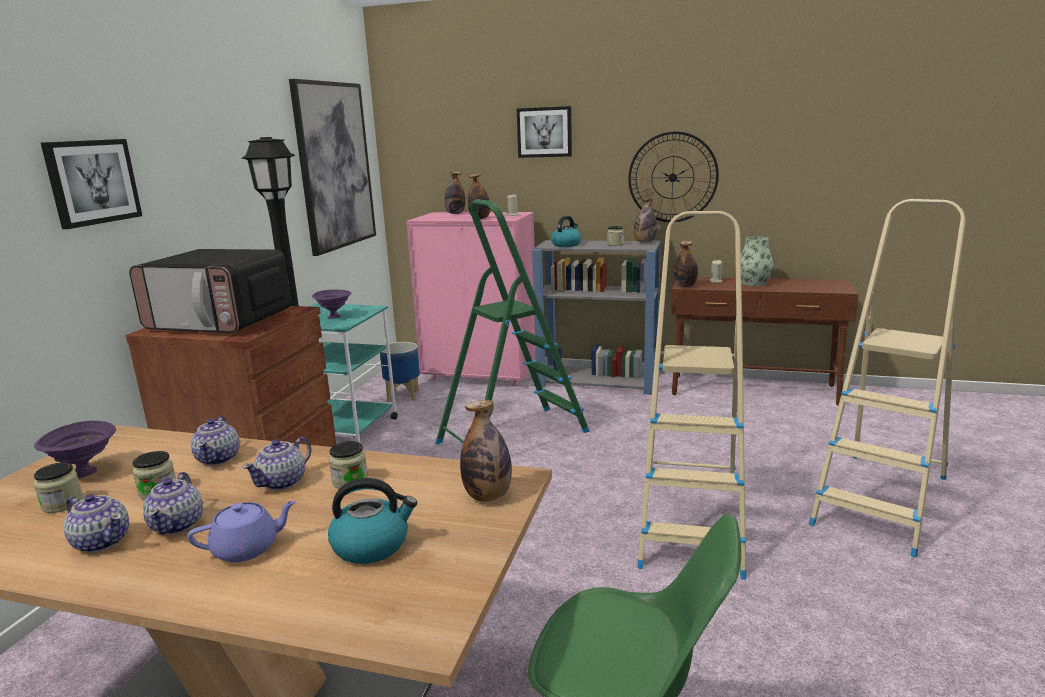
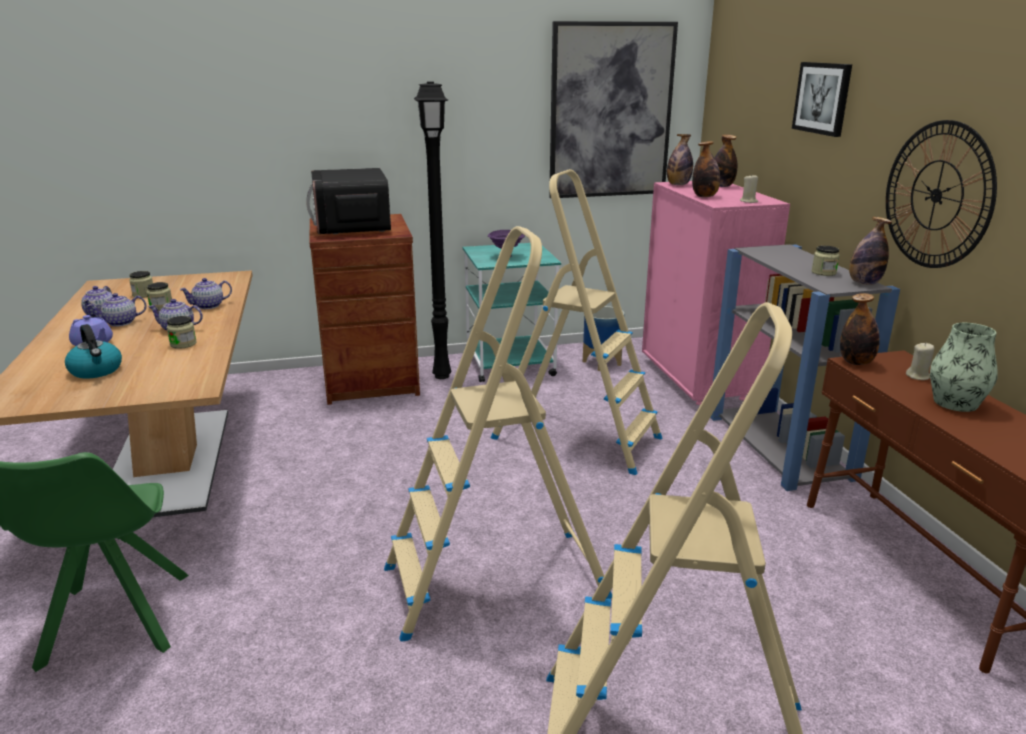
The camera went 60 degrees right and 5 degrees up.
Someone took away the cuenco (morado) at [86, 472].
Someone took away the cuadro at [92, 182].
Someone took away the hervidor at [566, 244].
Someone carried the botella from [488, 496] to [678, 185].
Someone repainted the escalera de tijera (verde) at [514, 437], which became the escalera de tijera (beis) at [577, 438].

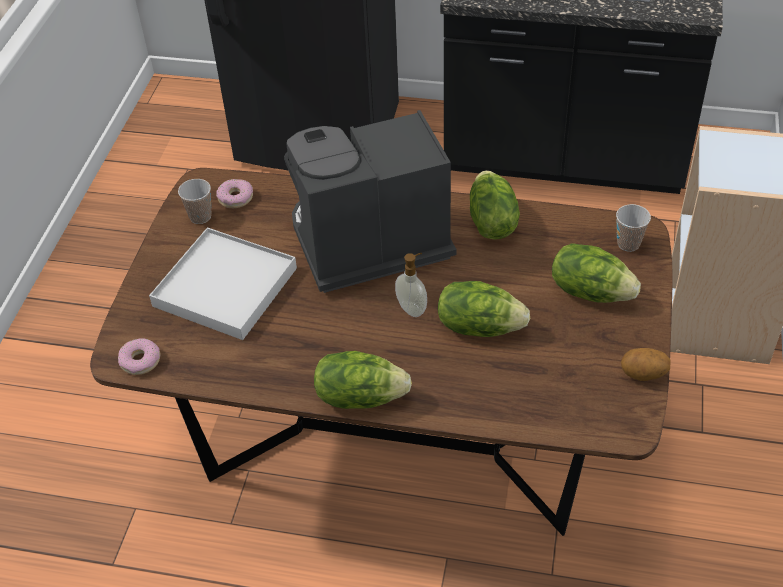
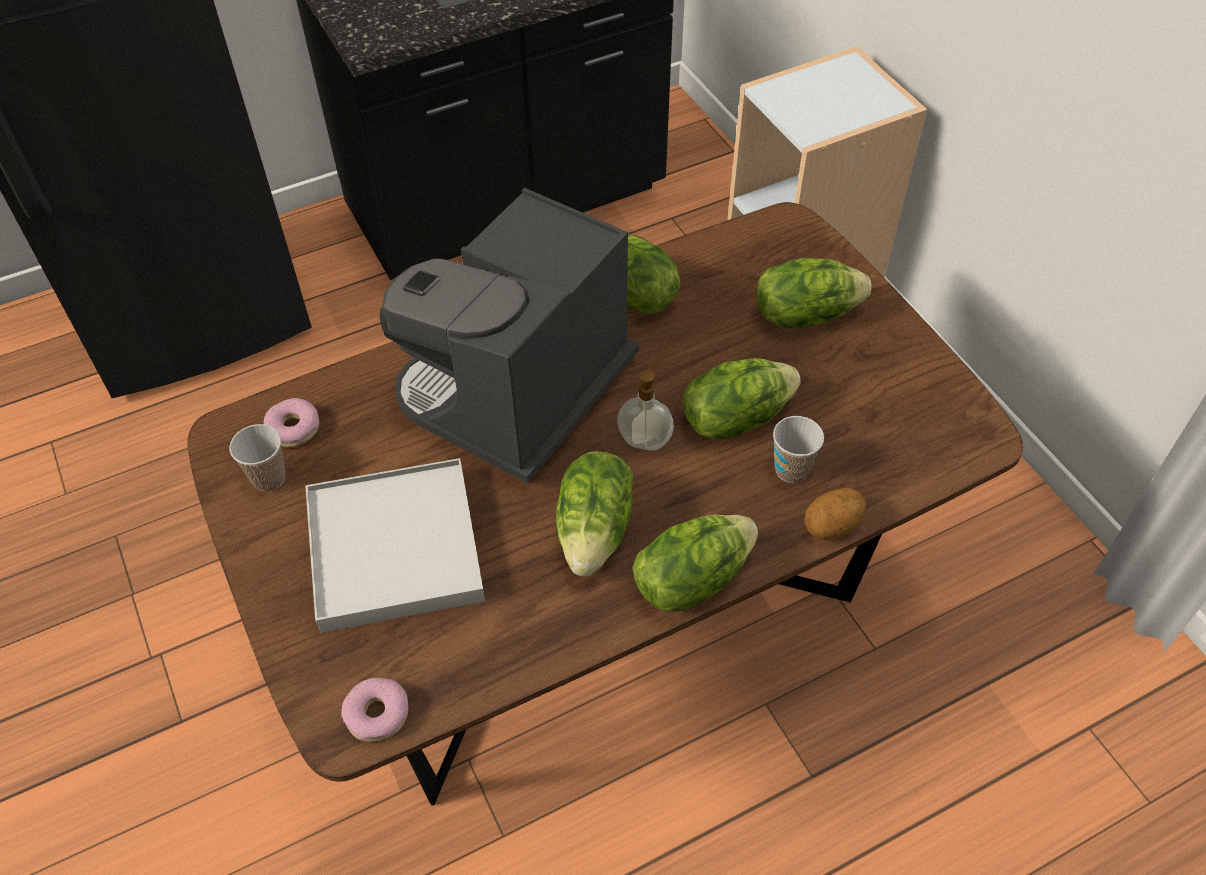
The camera went 40 degrees left and 5 degrees up.
Someone put down the lechuga at [596, 531].
Someone carried the taza from [628, 244] to [791, 470].
Someone carried the patata from [643, 375] to [832, 527].

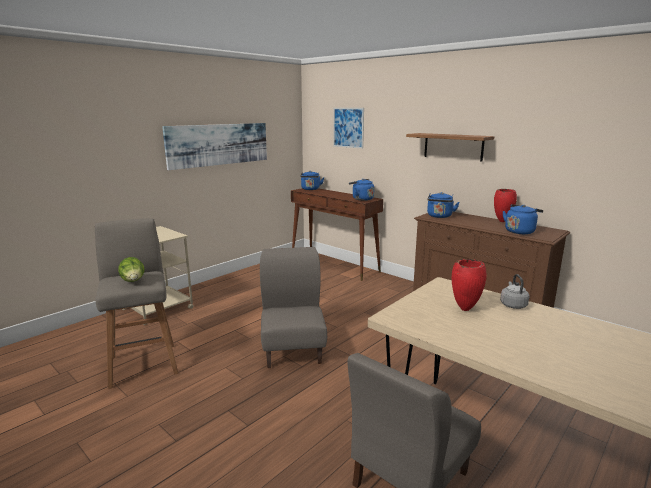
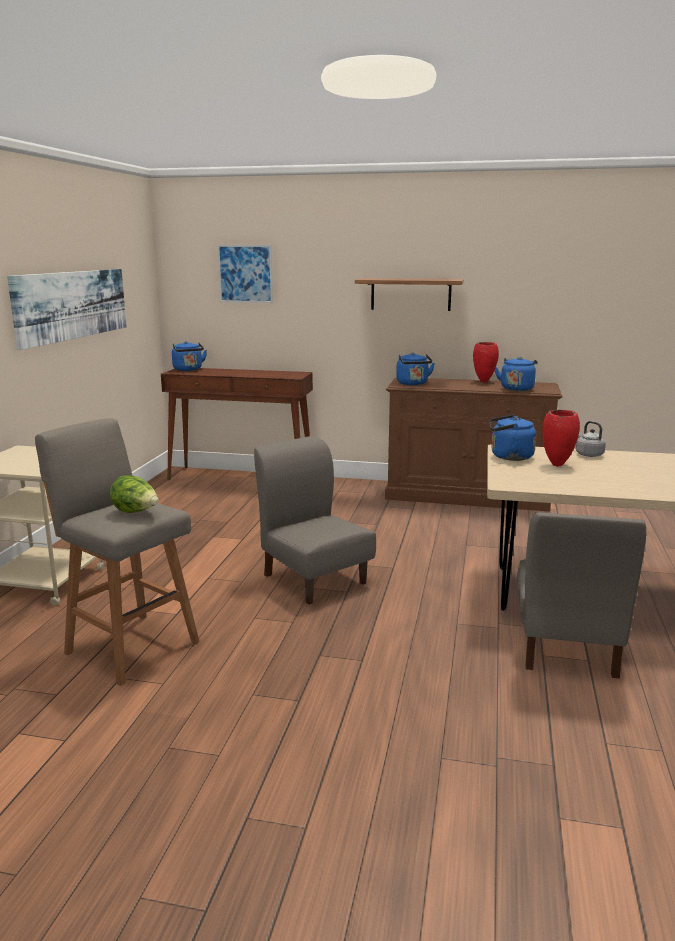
The camera went 30 degrees left and 0 degrees up.
Someone carried the hervidor (azul) from [361, 199] to [509, 457].

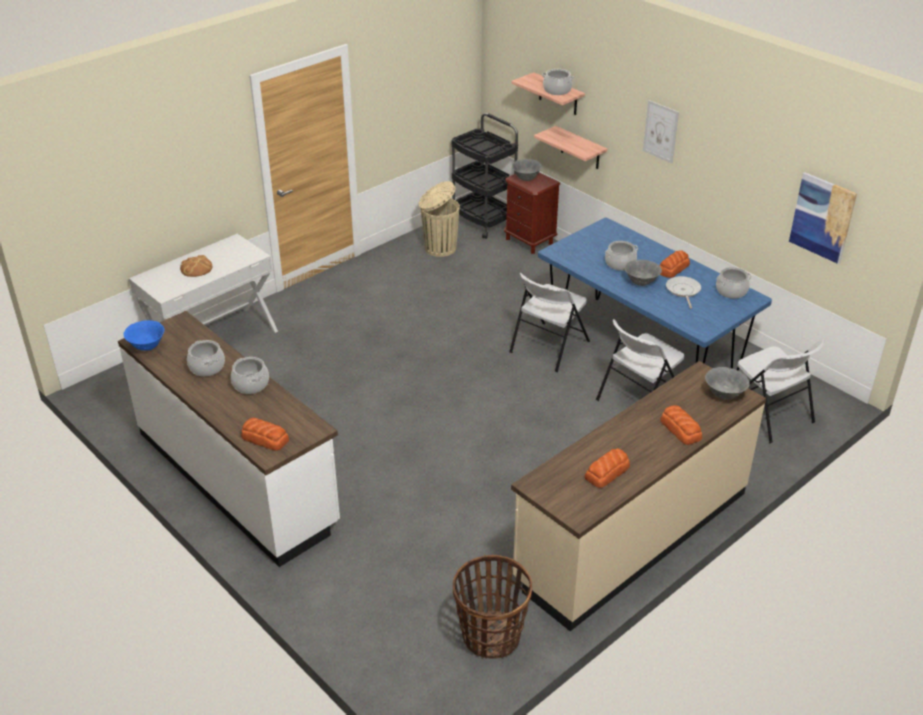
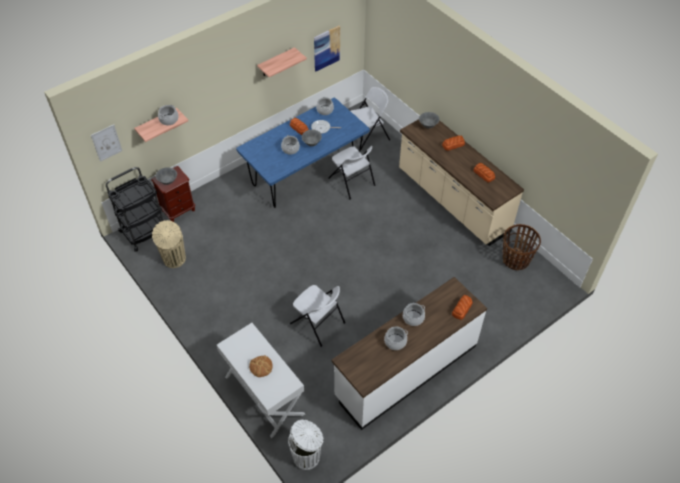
The camera went 85 degrees left and 15 degrees up.
Someone took away the cuenco (azul) at [147, 347].
Someone put down the papelera (blanco) at [307, 456].
Someone carried the silla (blanco) from [549, 346] to [317, 323].
Someone carried the estante from [580, 148] to [276, 62].
Someone carried the cuadro from [660, 131] to [106, 143].

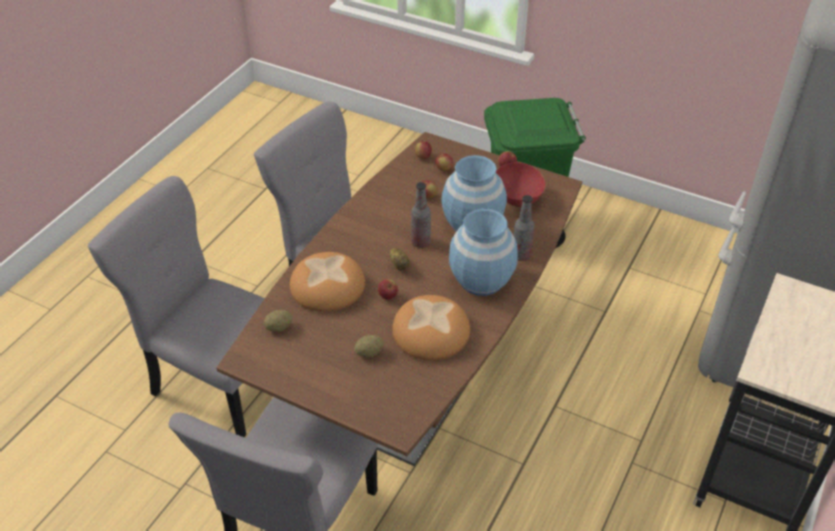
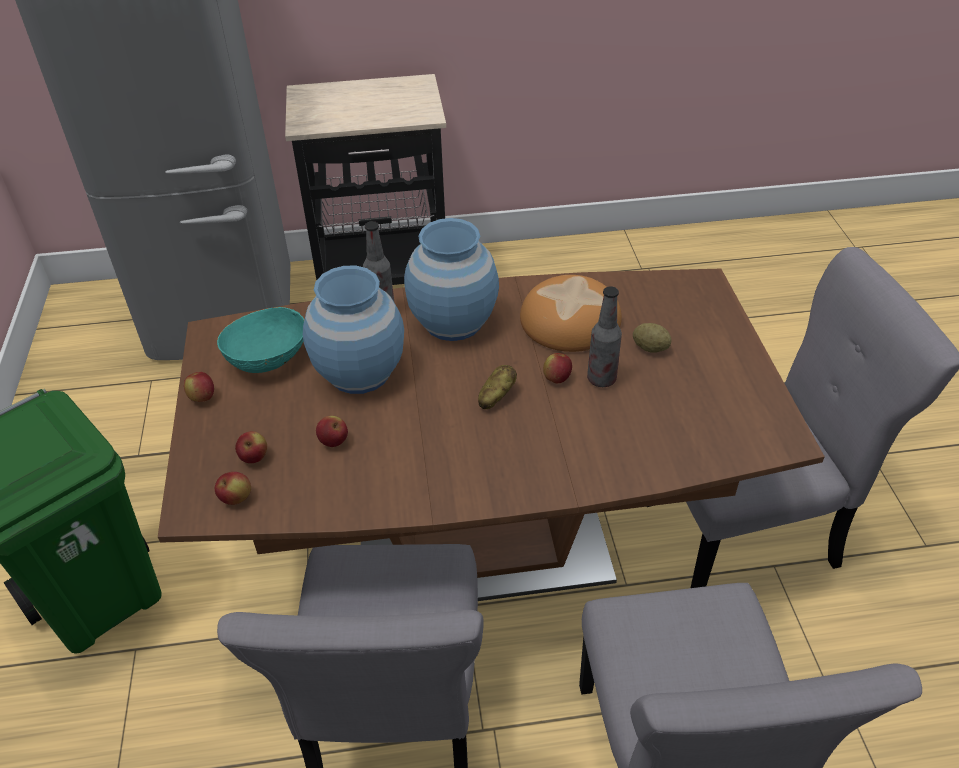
The camera went 125 degrees left and 0 degrees up.
Someone took away the patata at [279, 327].
Someone took away the pan at [328, 286].
Someone carried the botella from [420, 242] to [601, 379].
Someone repainted the cuenco (rojo) at [518, 197], which became the cuenco (turquesa) at [268, 358].

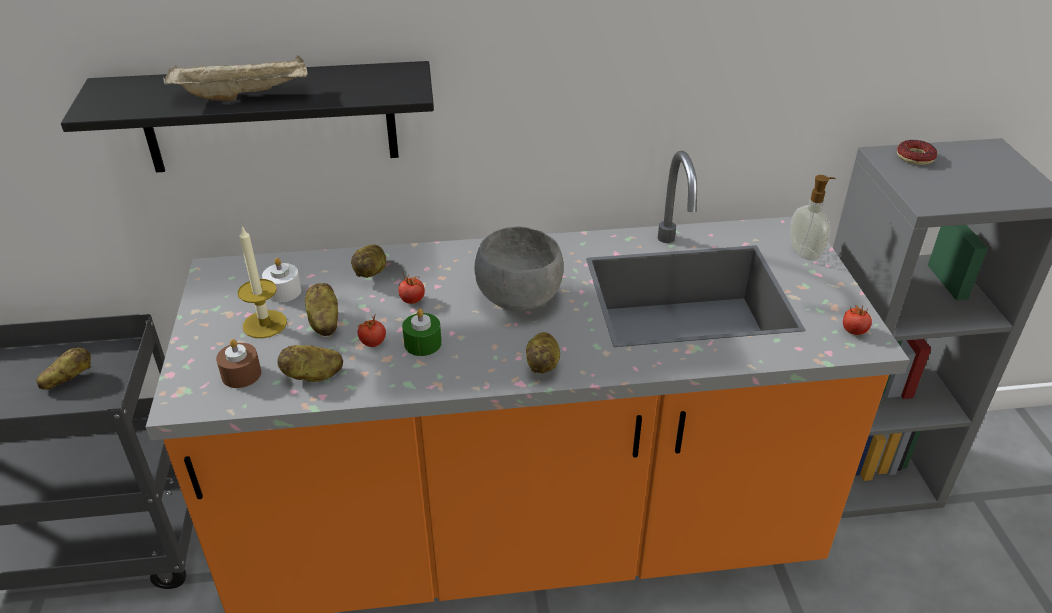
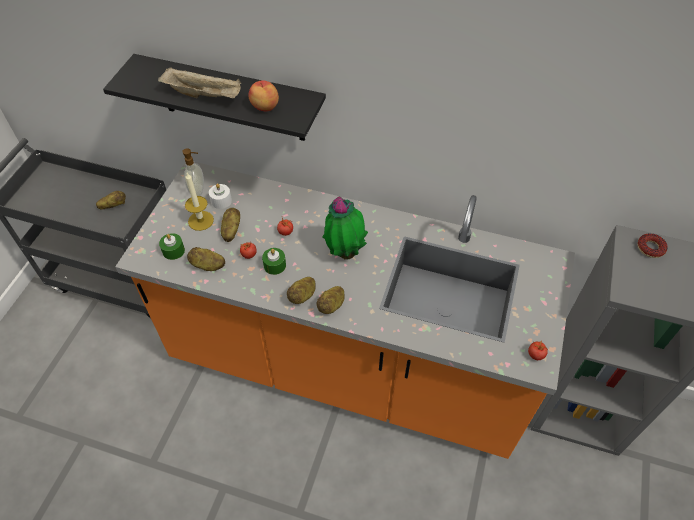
The camera went 25 degrees right and 15 degrees up.
Someone put down the manzana at [264, 107].
Someone carried the patata from [371, 272] to [303, 296].
Someone carried the dispensador de jabón from [805, 252] to [198, 190].
Someone swapped the cuenco (gris) at [518, 298] for the planta en maceta at [345, 252].
Someone repainted the vela (marrón) at [241, 374], which became the vela (verde) at [173, 251].

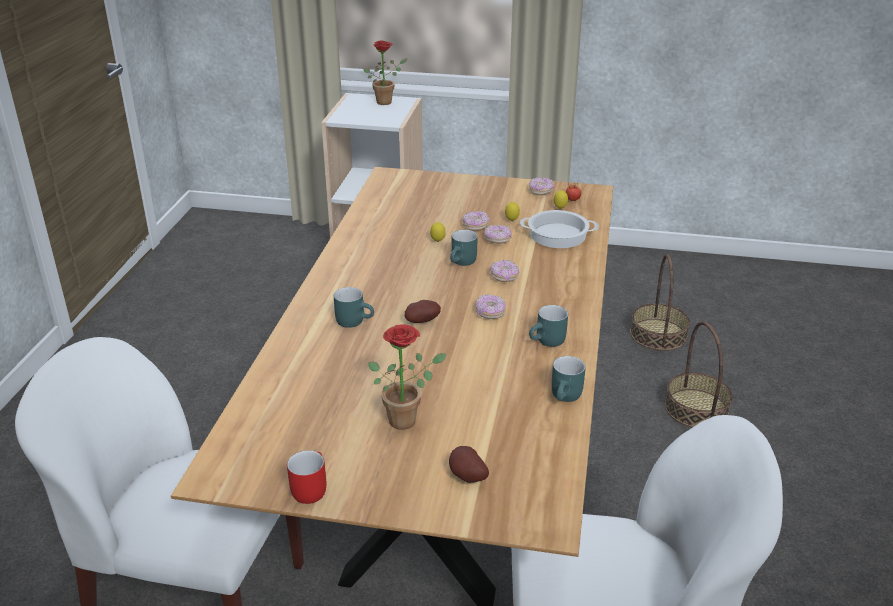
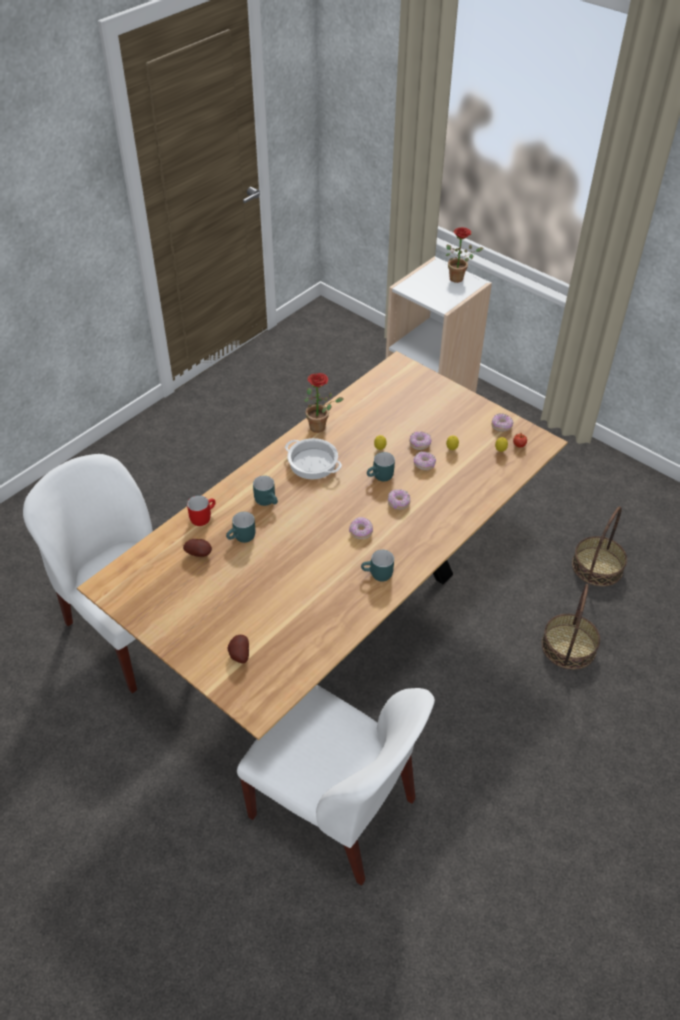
The camera went 30 degrees right and 15 degrees up.
Someone carried the taza grande (rojo) from [308, 488] to [202, 516].
Someone carried the planta en maceta from [407, 418] to [321, 427].
Someone carried the patata from [422, 321] to [199, 553].
Someone carried the olla from [557, 235] to [312, 463].
Someone carried the taza grande (turquesa) from [567, 397] to [242, 538].

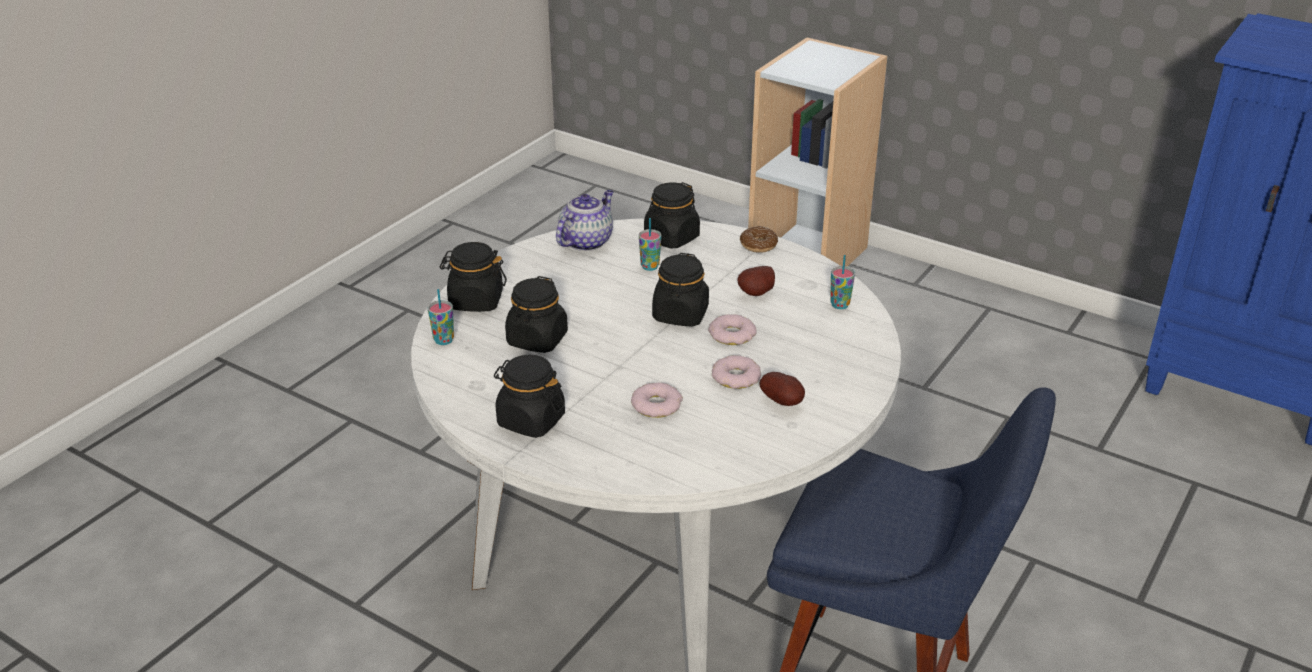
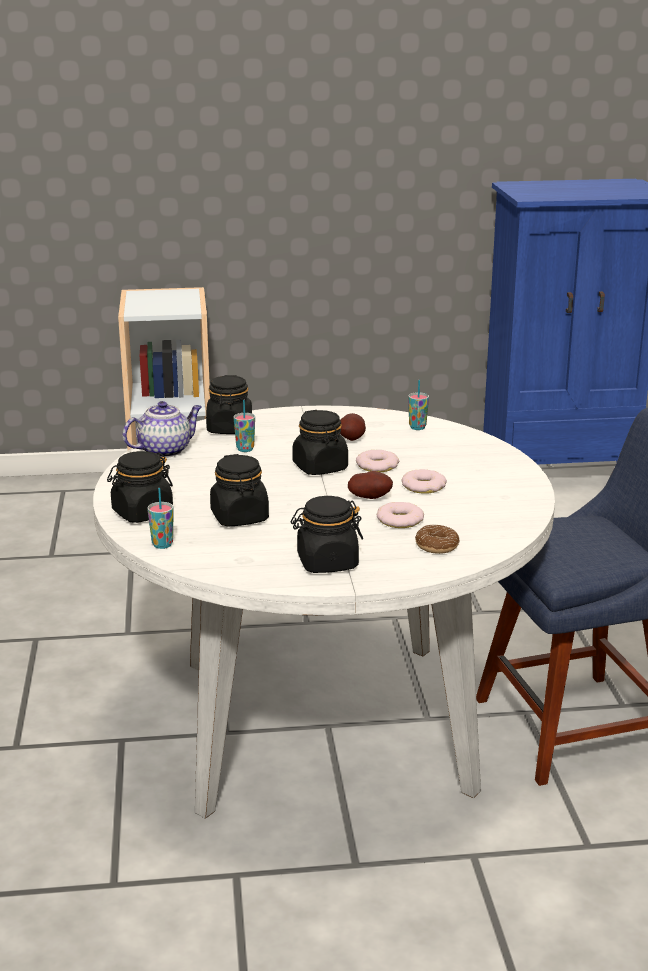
The camera went 40 degrees left and 10 degrees down.
Someone carried the rosquilla from [758, 245] to [436, 546].
Someone carried the patata from [783, 402] to [370, 498].
Someone rotated the tetera at [586, 241] by 60 degrees clockwise.

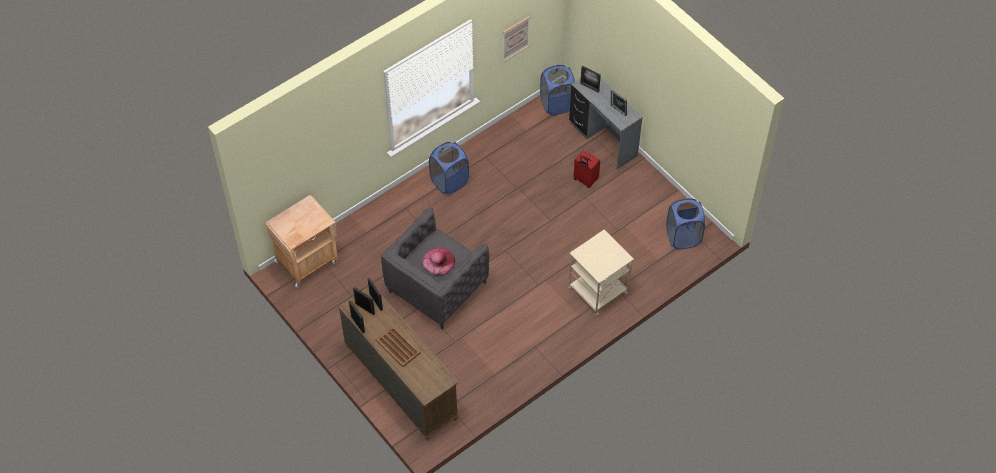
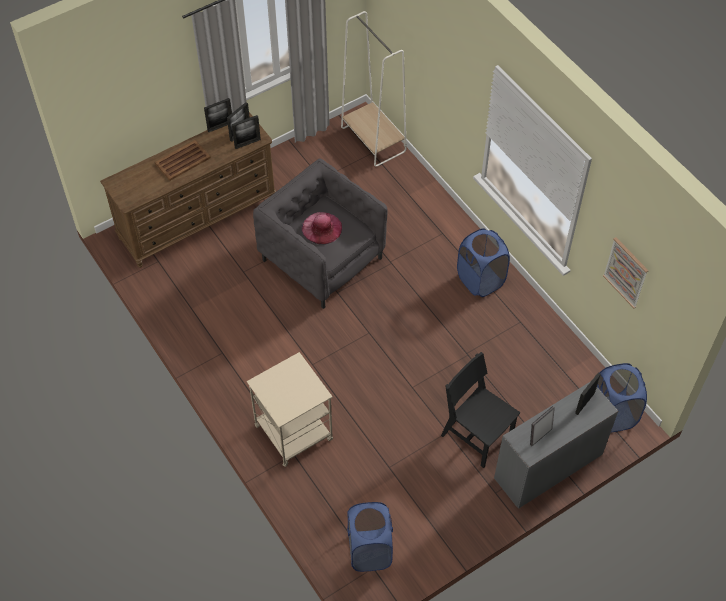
The camera went 95 degrees right and 0 degrees up.
Someone swapped the carrito (marrón) at [307, 261] for the perchero at [373, 140].
Someone swapped the maleta (rojo) at [585, 180] for the silla (negro) at [476, 435].

